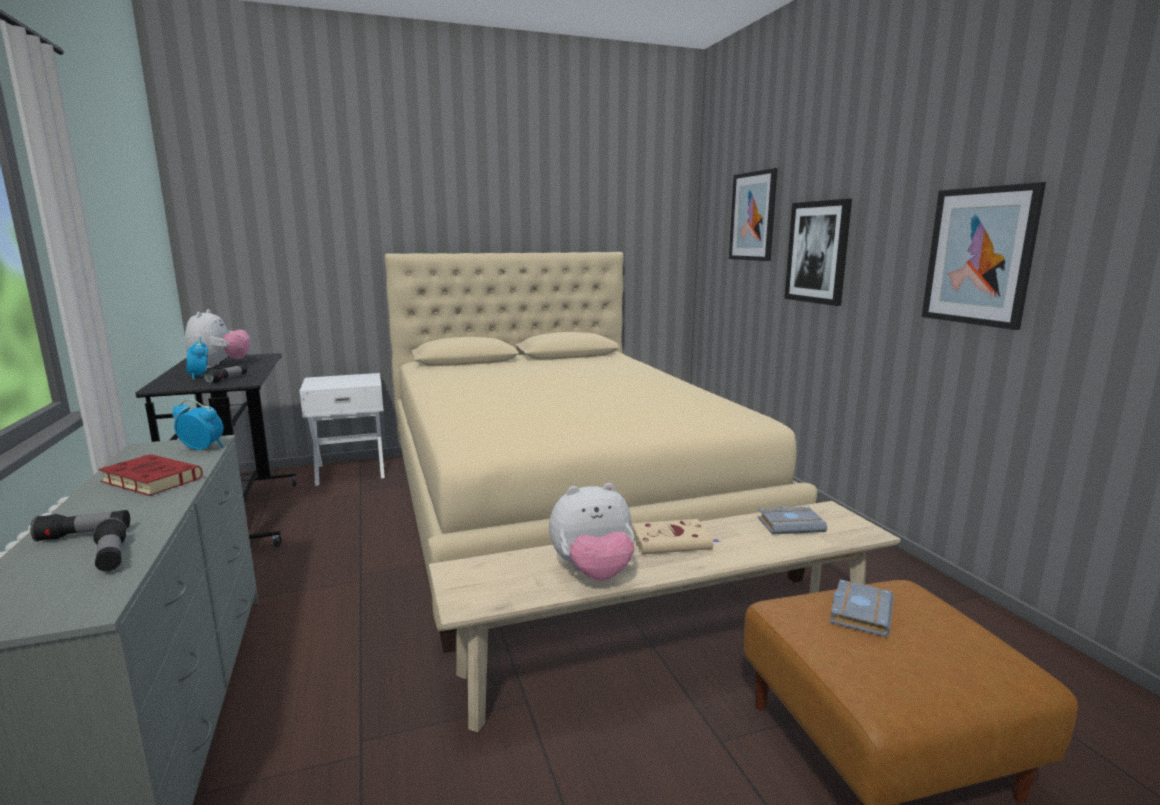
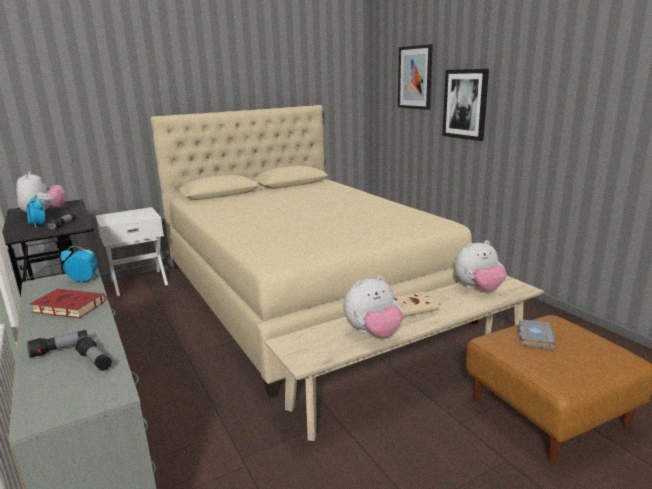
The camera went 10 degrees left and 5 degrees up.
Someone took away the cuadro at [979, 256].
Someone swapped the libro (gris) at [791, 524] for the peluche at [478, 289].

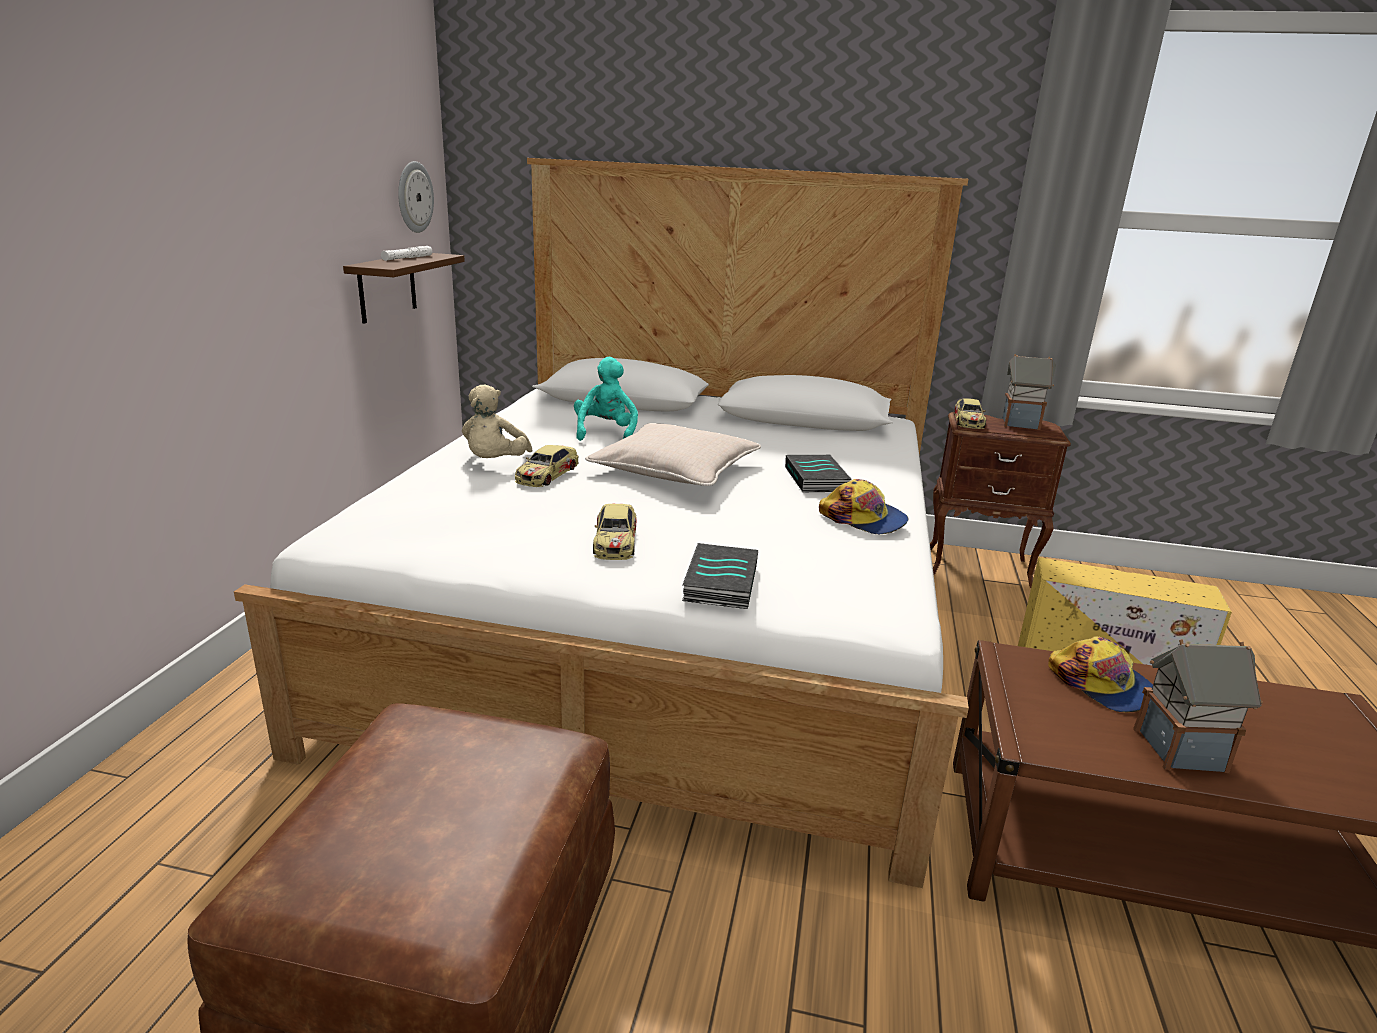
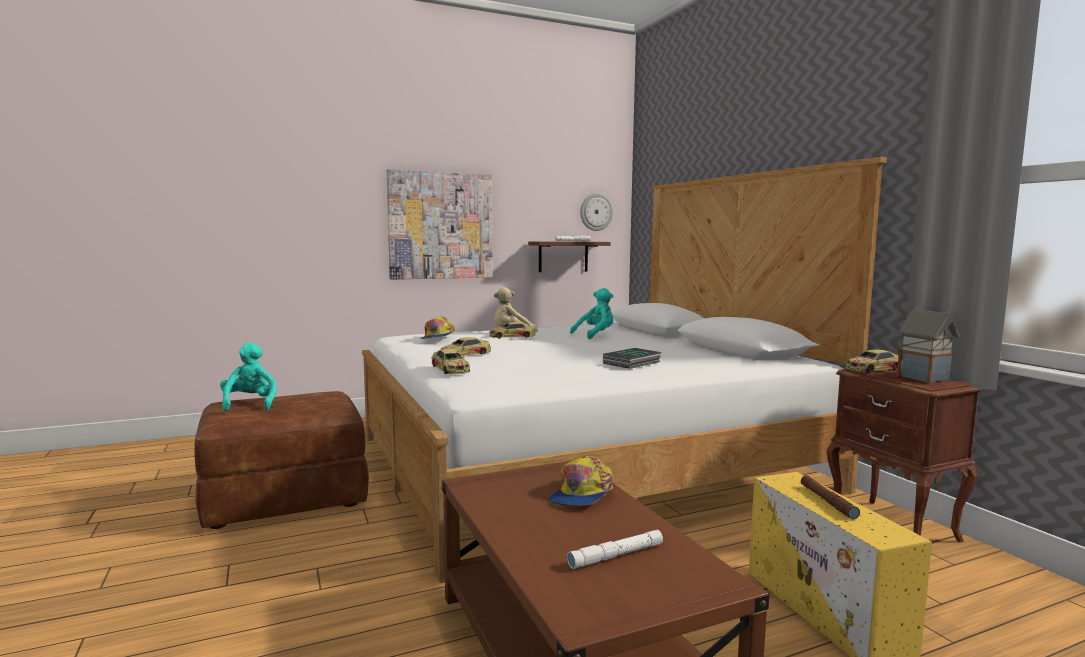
The camera went 55 degrees right and 15 degrees down.
Someone took away the cojín (beis) at [675, 468].
Someone took away the casita at [1181, 749].
Someone put down the peluche (turquesa) at [250, 404].
Someone put up the cuadro at [440, 225].
Someone put down the linterna (blanco) at [616, 555].
Someone put down the linterna (marrón) at [827, 501].
Someone carried the gorra from [863, 519] to [437, 337].
Someone swapped the libro at [719, 582] for the coche de juguete at [450, 369].

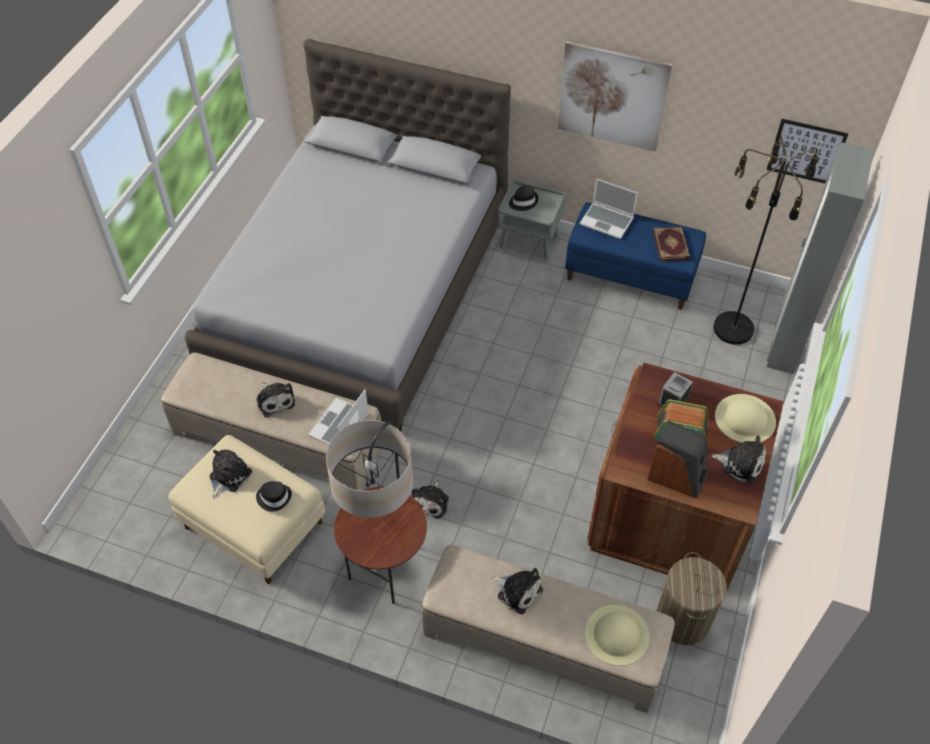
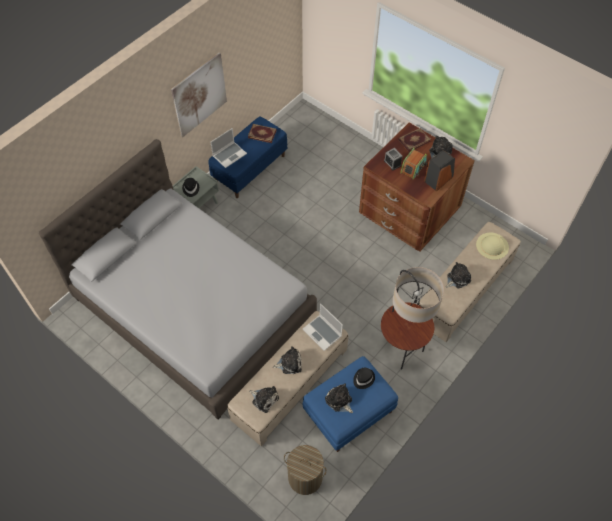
The camera went 70 degrees left and 5 degrees up.
Someone took away the lámpara de pie at [732, 328].
Someone took away the armario ropero (gris) at [784, 346].
Someone took away the cuadro at [806, 151].
Someone carried the peluche from [431, 501] to [264, 399].
Someone carried the cesto de la ropa from [682, 619] to [305, 477].
Someone swapped the sombrero (beis) at [745, 418] for the libro at [414, 140].
Someone repainted the puf (beis) at [252, 525], which became the puf (azul) at [348, 412].

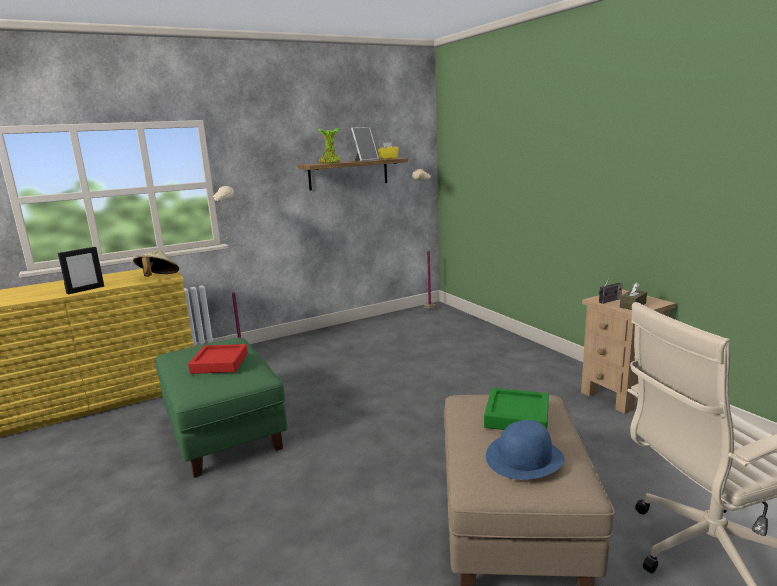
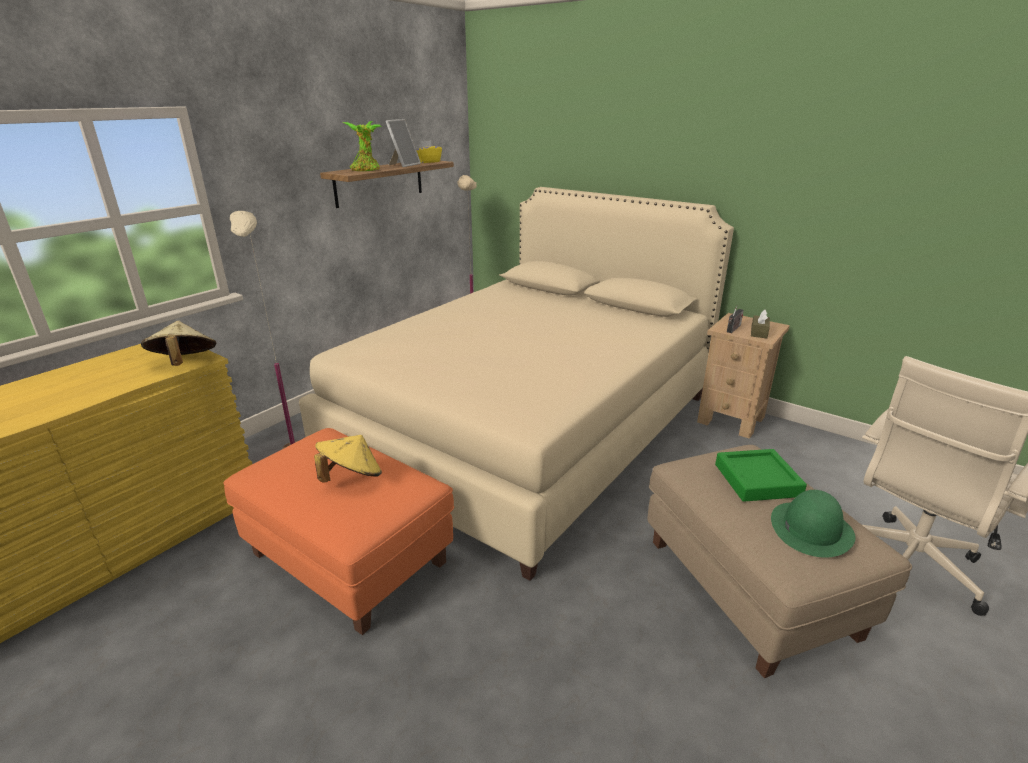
The camera went 25 degrees left and 10 degrees up.
Someone took away the portarretratos at [85, 289].
Someone put down the cama (beis) at [527, 428].
Someone swapped the bandeja (rojo) at [219, 363] for the sombrero (amarillo) at [351, 477].
Someone repainted the puf (verde) at [225, 432], which became the puf (naranja) at [350, 558].
Someone repainted the sombrero (azul) at [524, 457], which became the sombrero (verde) at [811, 528].

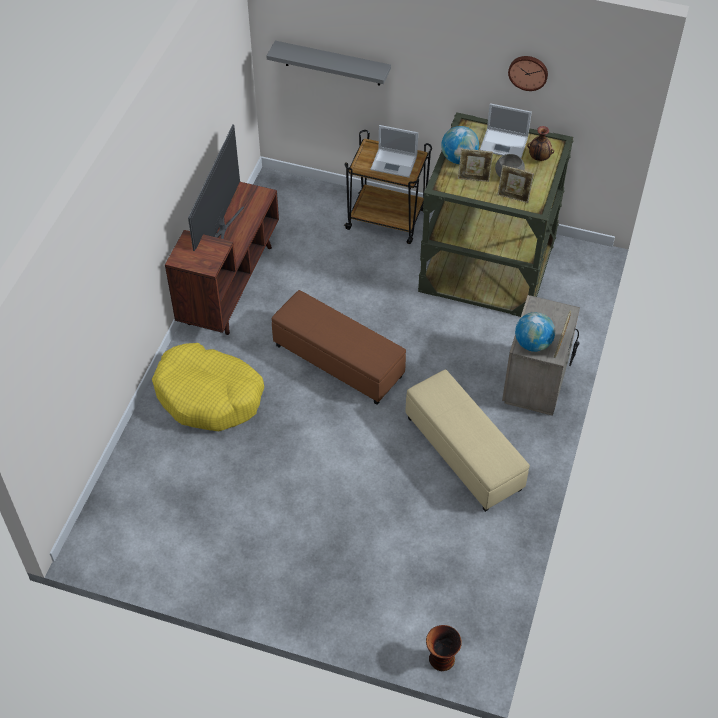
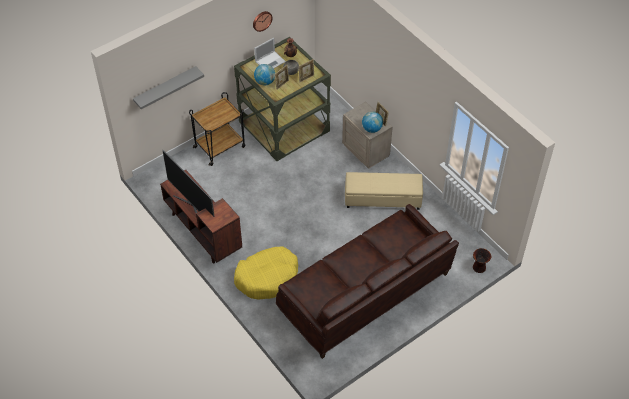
The camera went 55 degrees left and 0 degrees up.
Someone took away the puf (marrón) at [338, 361].
Someone took away the portátil at [394, 163].
Someone put down the sofá (marrón) at [366, 293].

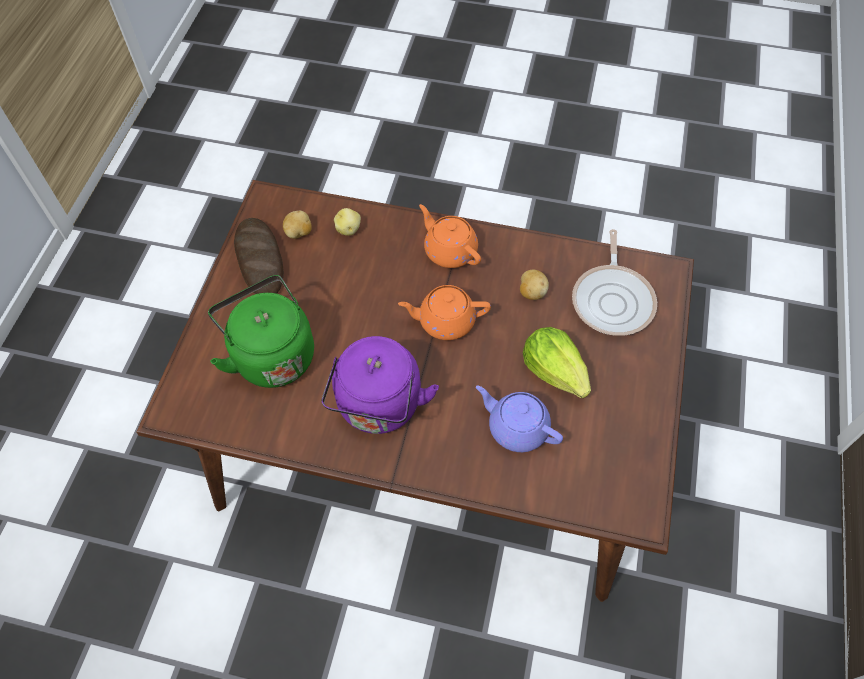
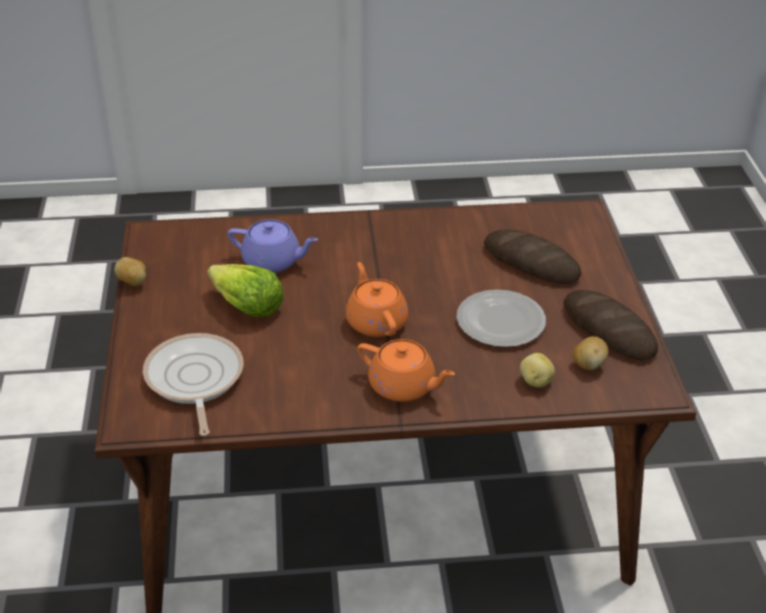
The camera went 160 degrees right and 20 degrees down.
Someone took away the hervidor (morado) at [379, 407].
Someone put down the plato at [501, 322].
Someone carried the patata from [531, 292] to [133, 282].
Someone swapped the hervidor (verde) at [271, 354] for the pan at [531, 262].
Someone rotated the tetera (naranja) at [445, 321] by 90 degrees counterclockwise.

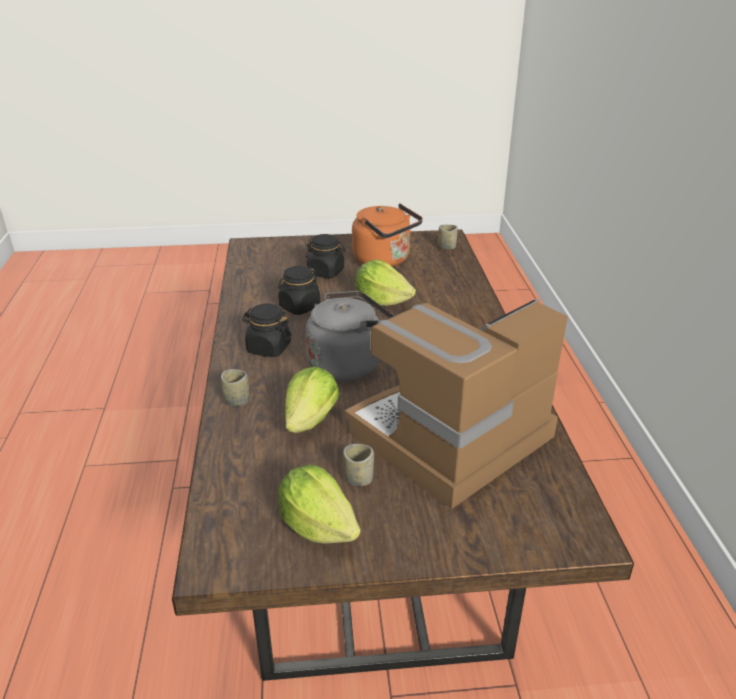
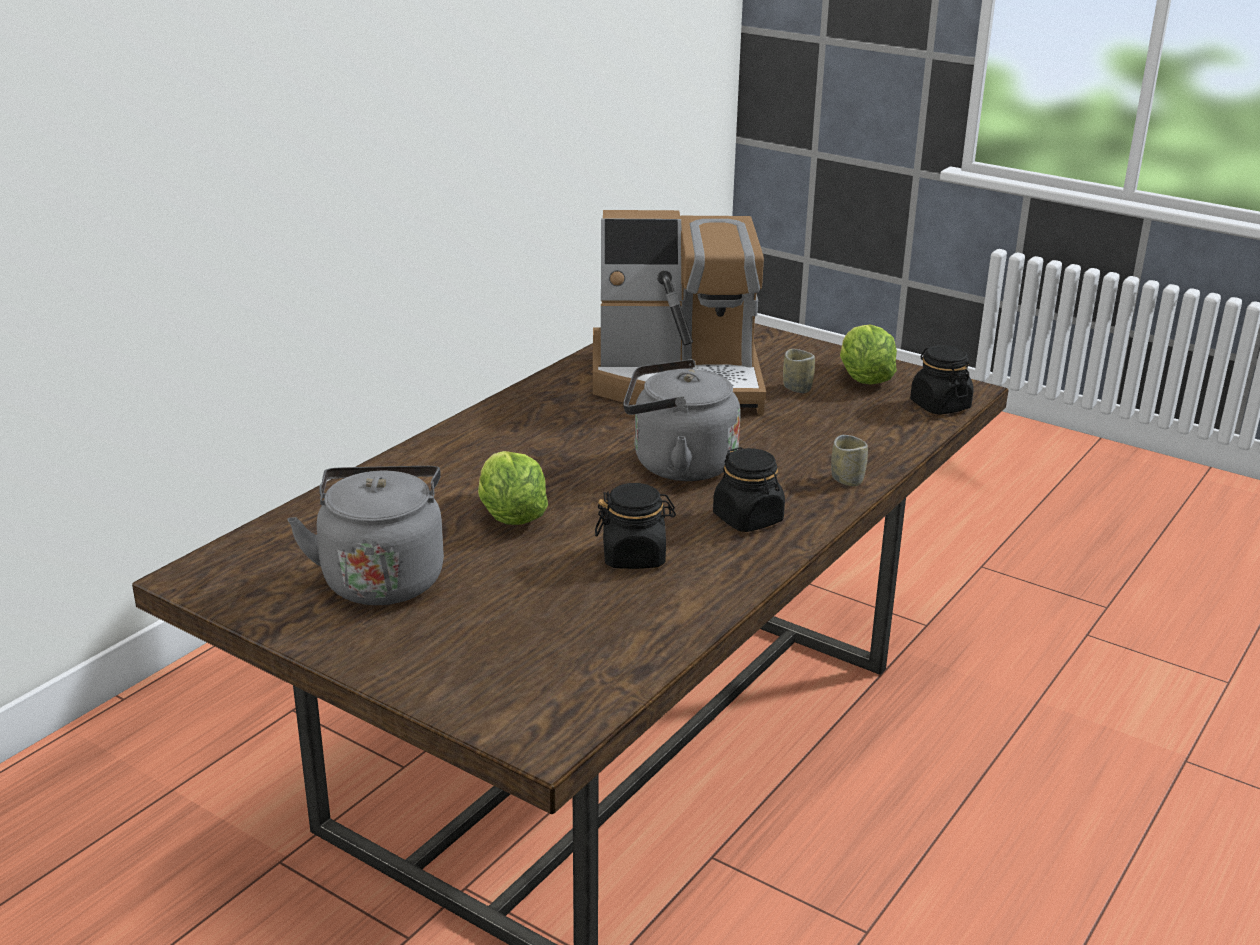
The camera went 140 degrees left and 5 degrees down.
Someone took away the lechuga at [311, 420].
Someone took away the taza at [447, 247].
Someone carried the tarro (negro) from [326, 272] to [939, 405].
Someone repainted the hervidor (naranja) at [384, 260], which became the hervidor (gris) at [382, 577].

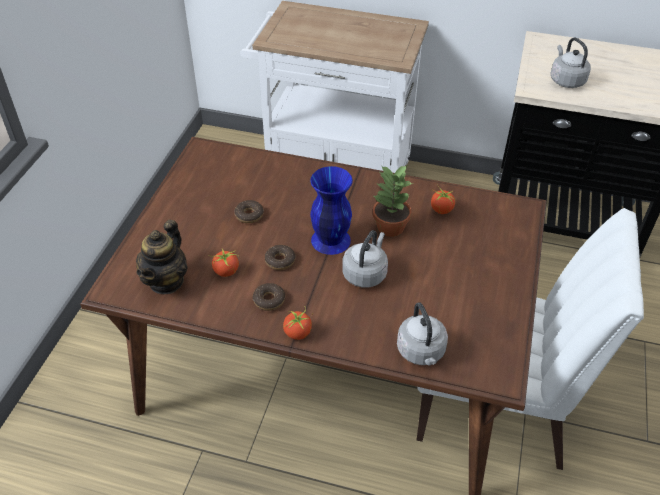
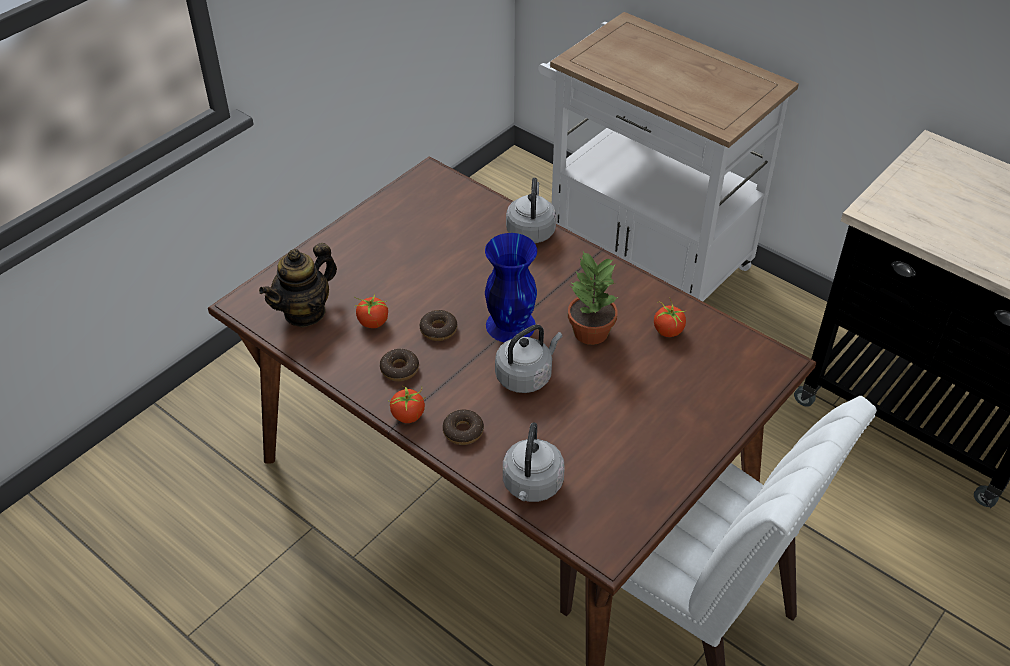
The camera went 25 degrees right and 0 degrees up.
Someone carried the rosquilla from [249, 215] to [463, 431].
Someone carried the hervidor (gris) from [566, 80] to [531, 230].

